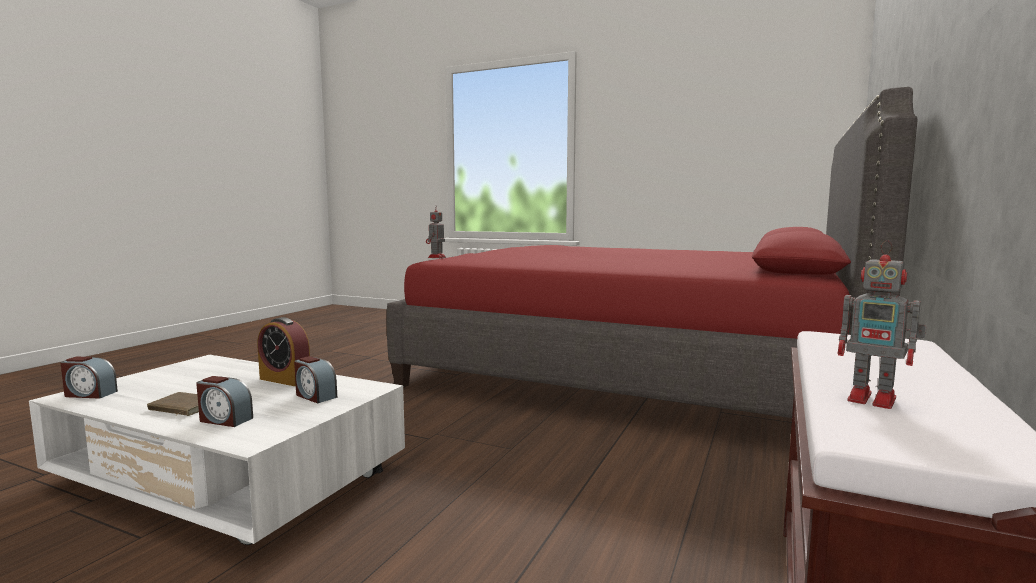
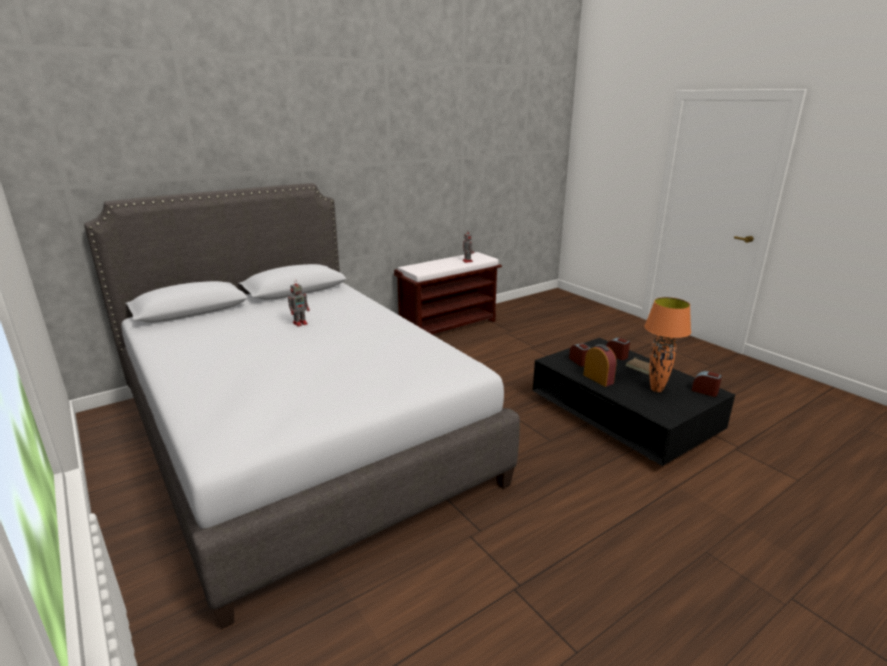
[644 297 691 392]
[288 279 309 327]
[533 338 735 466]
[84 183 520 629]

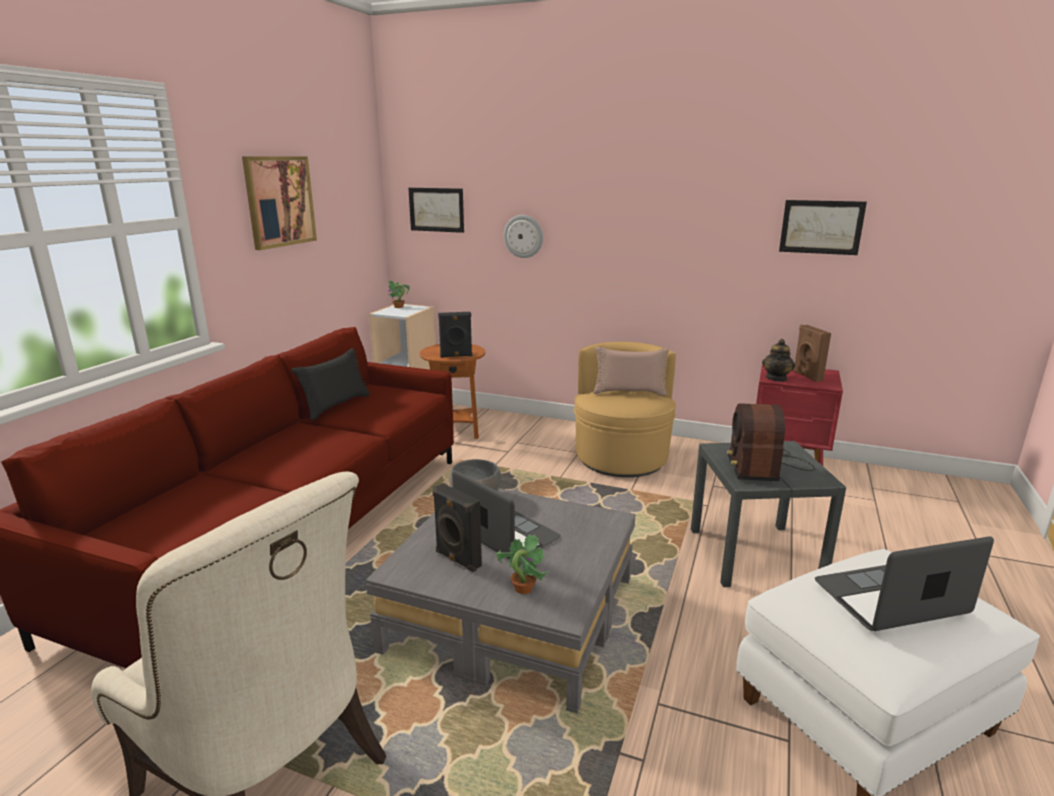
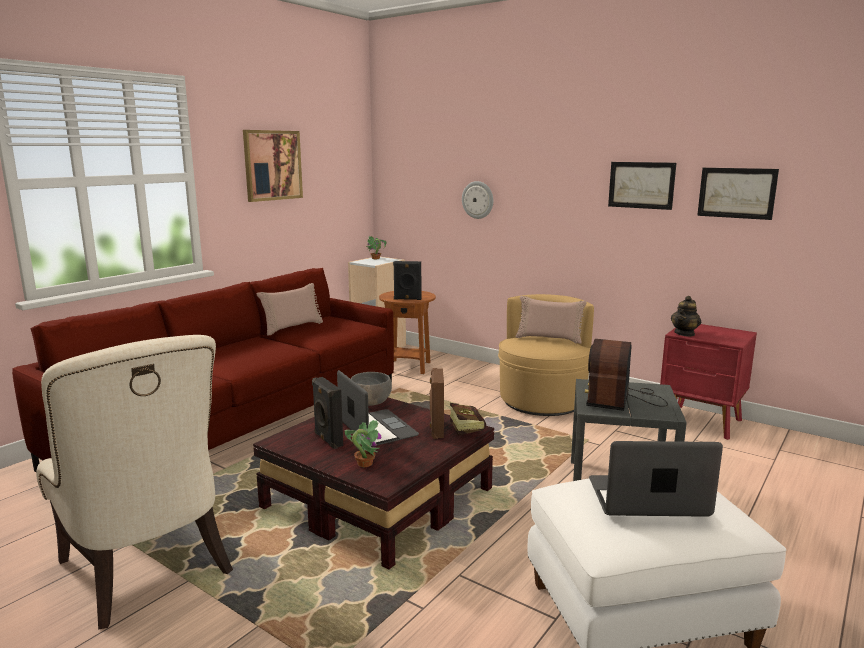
[450 403 486 436]
[608 162 676 210]
[430 368 444 439]
[257 283 323 336]
[253 397 494 569]

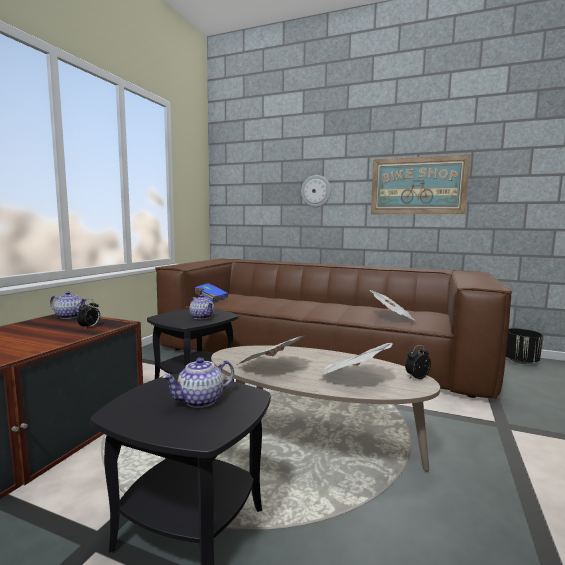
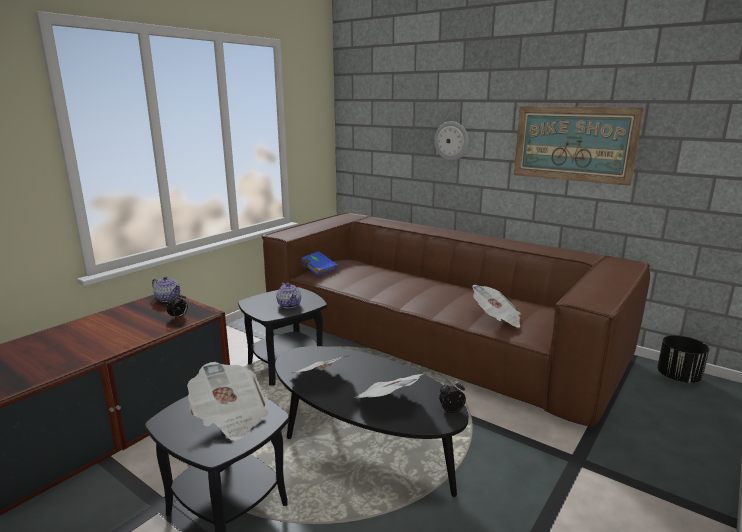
[187 362 268 441]
[275 346 469 497]

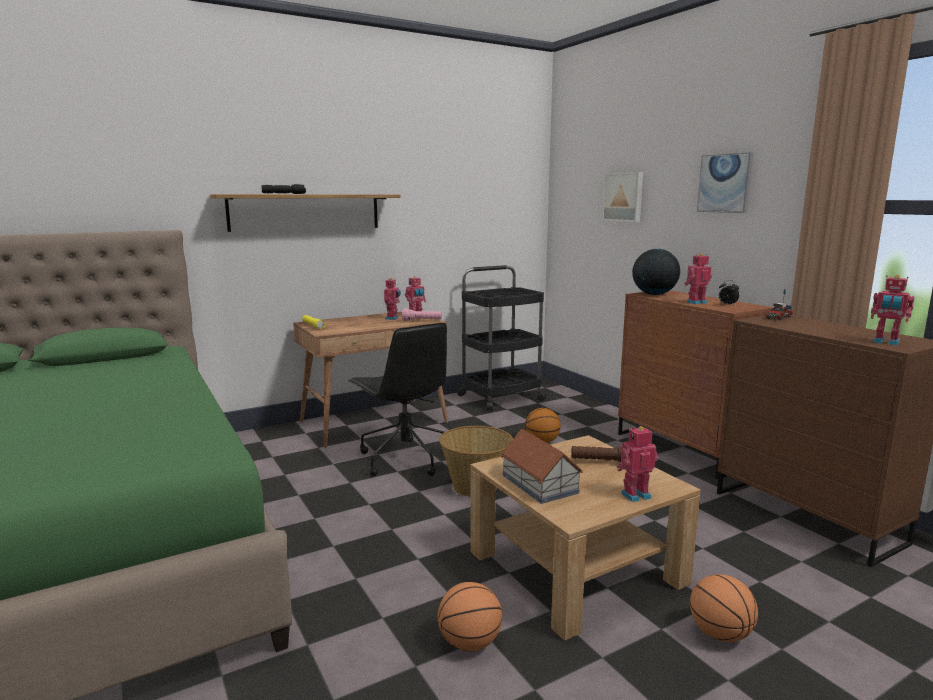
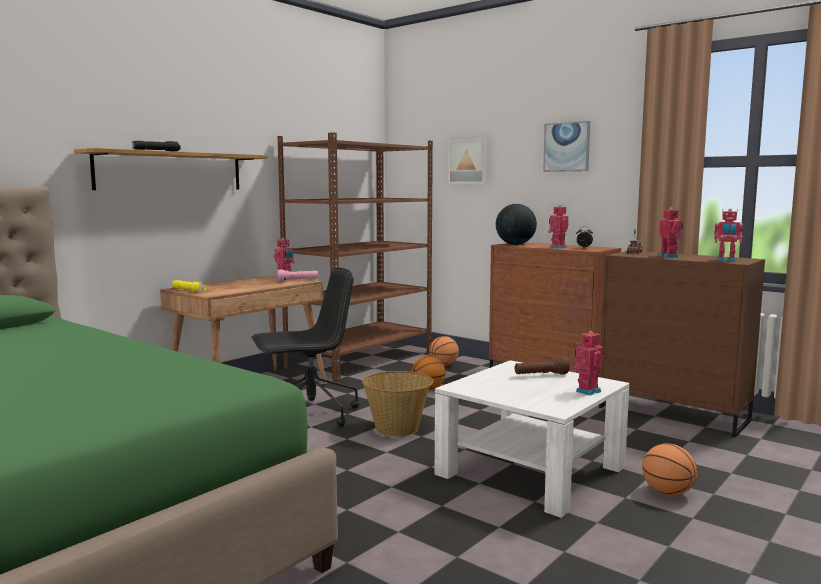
[501 429 583 504] (first image)
[658 207 683 257]
[429 336 459 366]
[278 132 433 382]
[435 360 630 518]
[252 268 359 427]

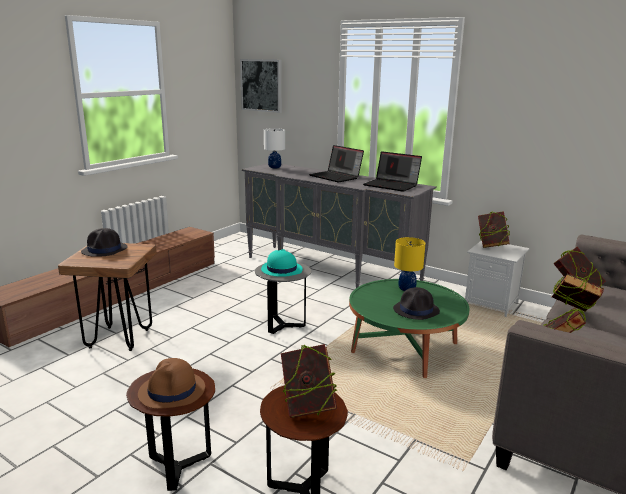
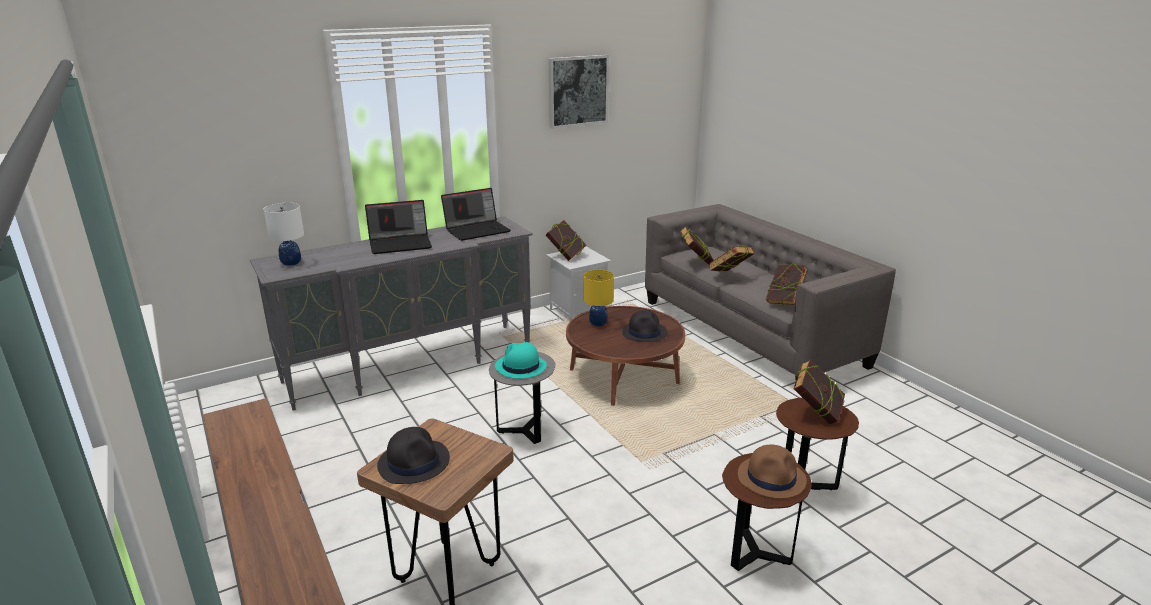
[549 55 609 129]
[566 306 685 406]

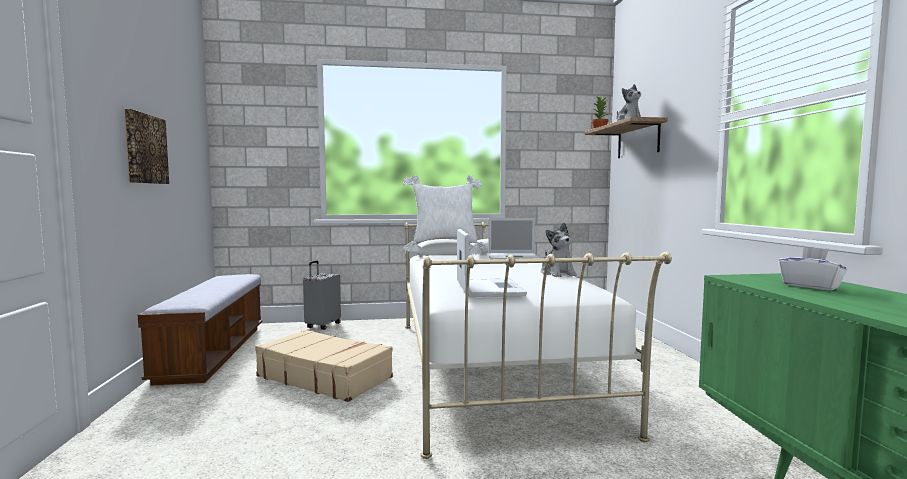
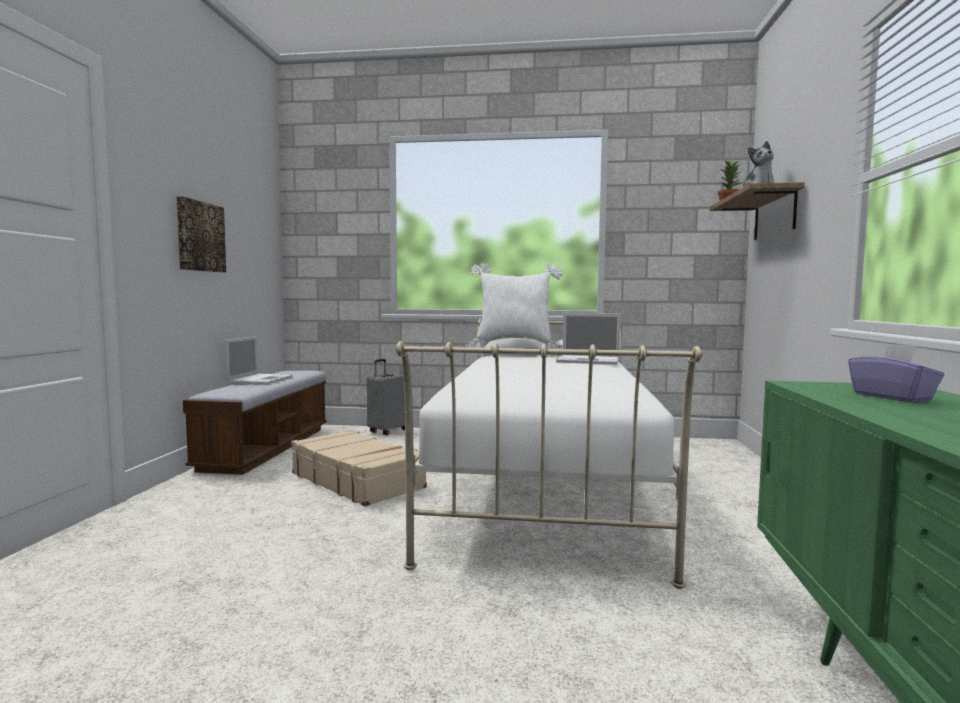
[541 223 577 277] (first image)
[224 336 293 385]
[848 343 944 402]

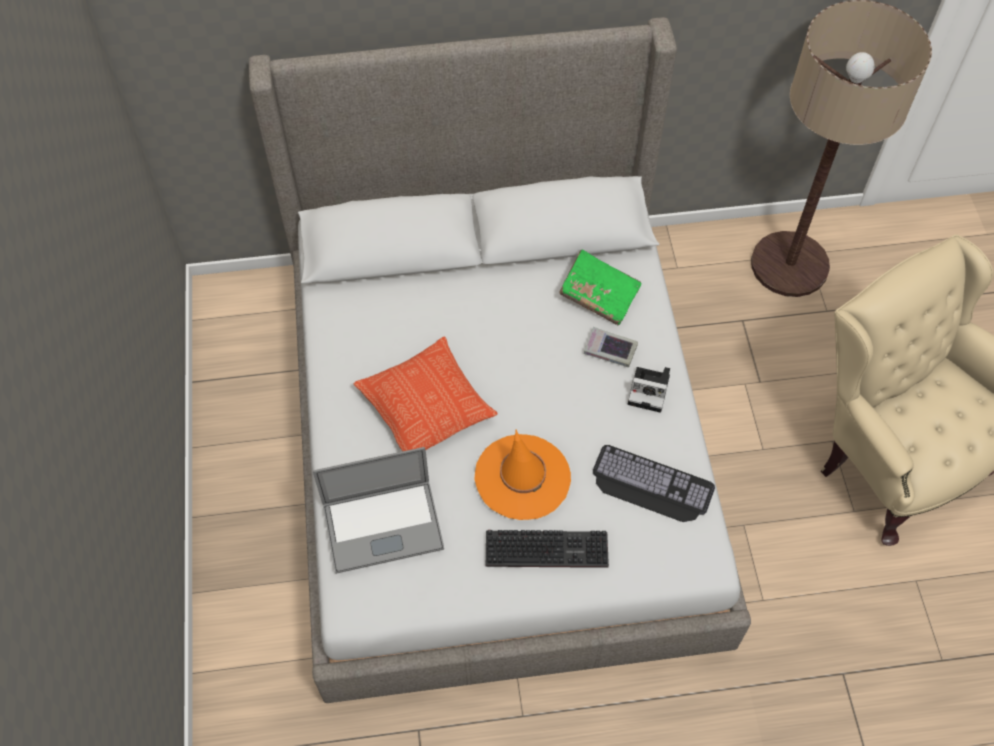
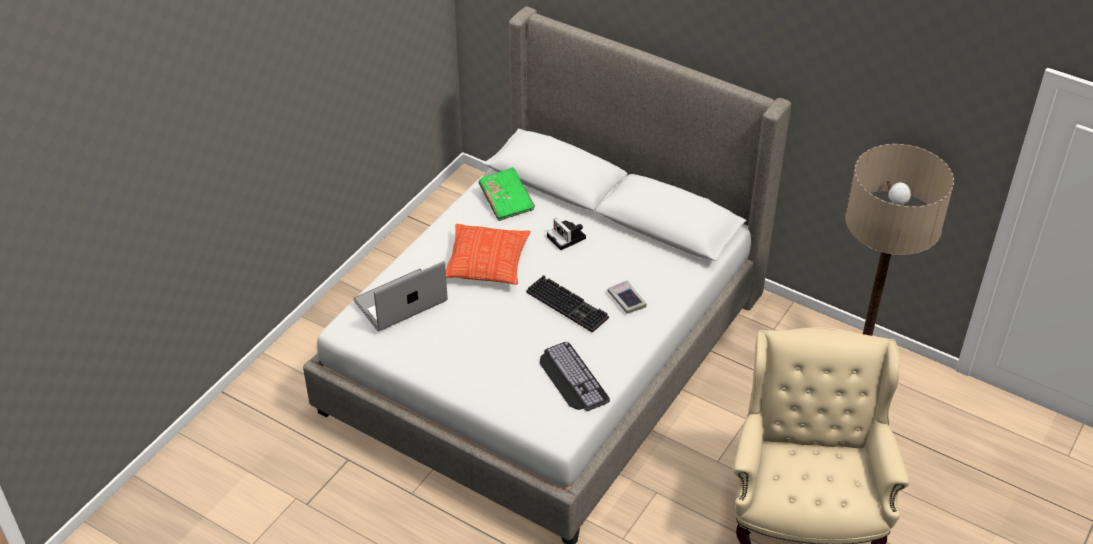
[474 430 571 520] (first image)
[526 275 609 333]
[478 167 535 221]
[547 218 586 250]
[353 261 448 332]

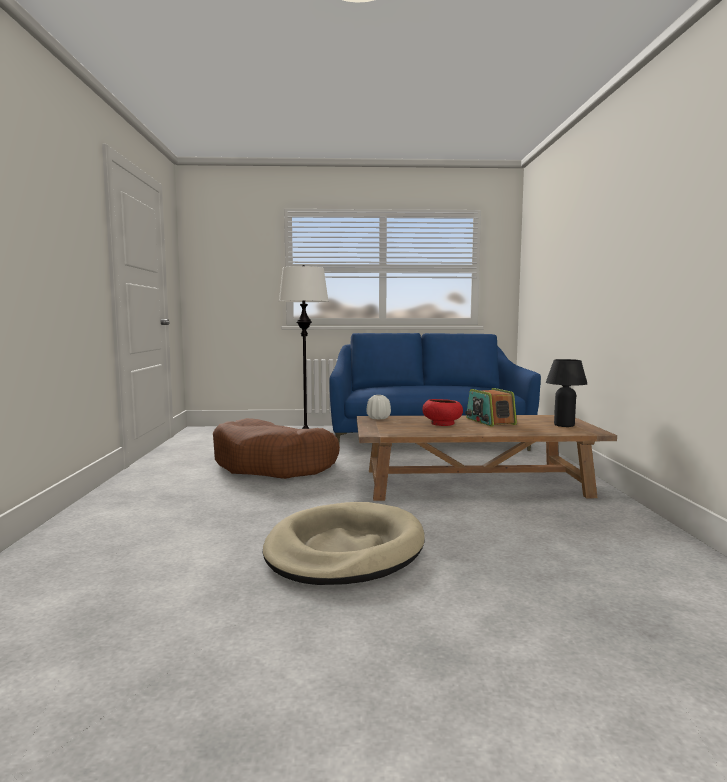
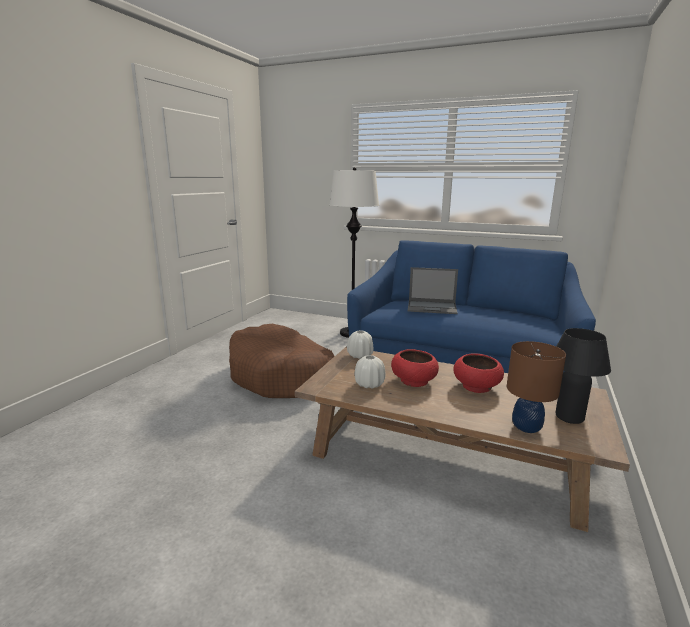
[263 502 425 585] (first image)
[355 355 386 389]
[408 267 458 314]
[507 341 566 433]
[453 354 504 393]

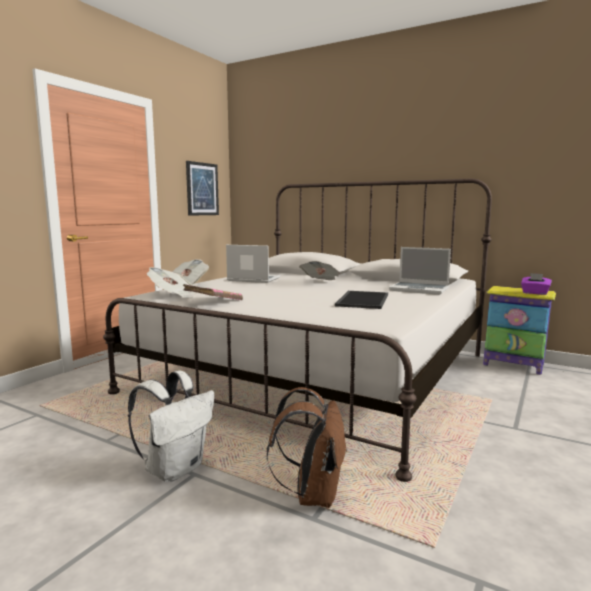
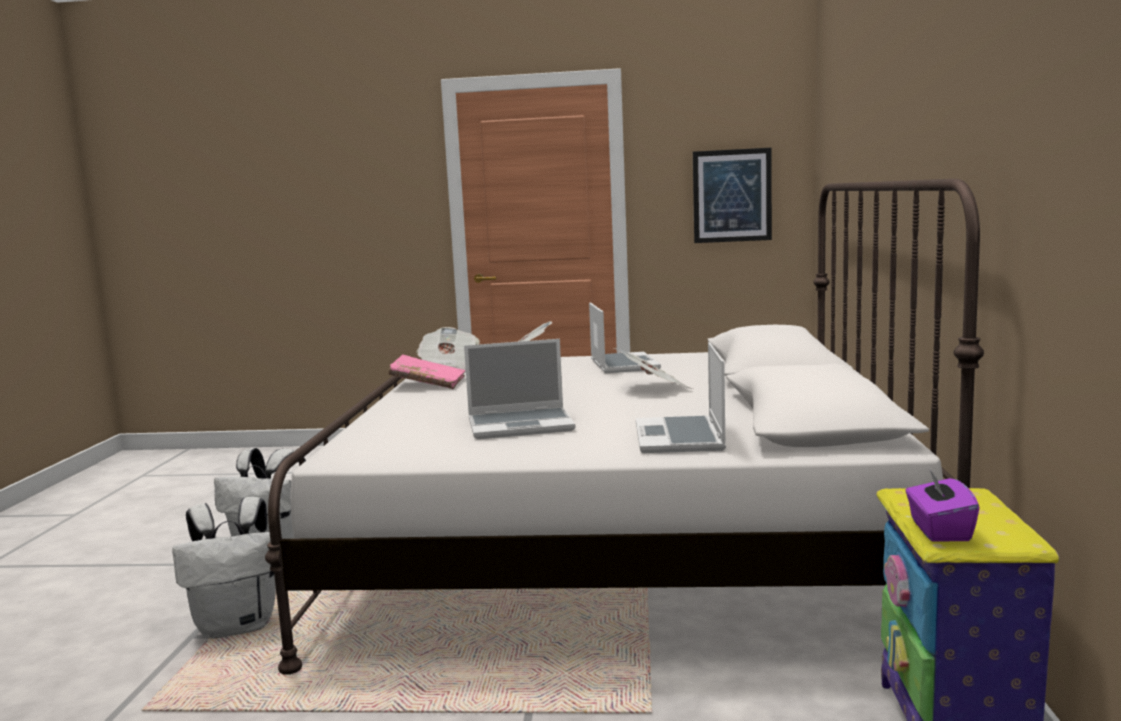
[464 339 575 439]
[172 497 283 639]

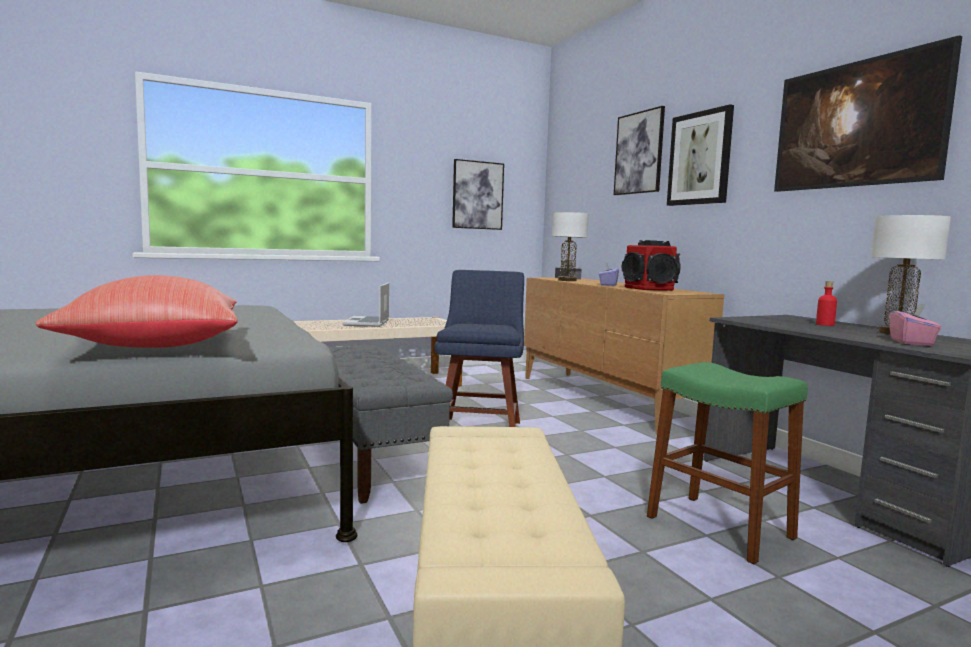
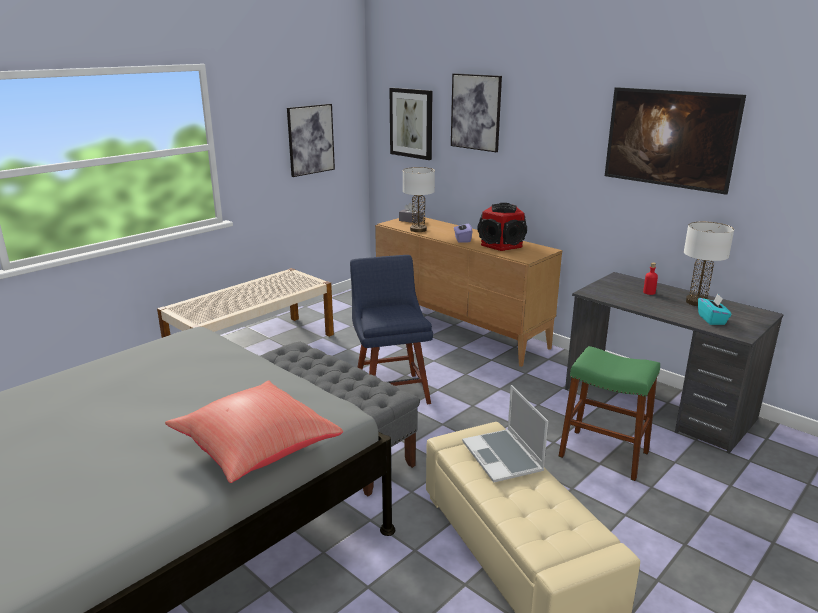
[462 385 548 483]
[390 88 433 160]
[698 294 731 325]

